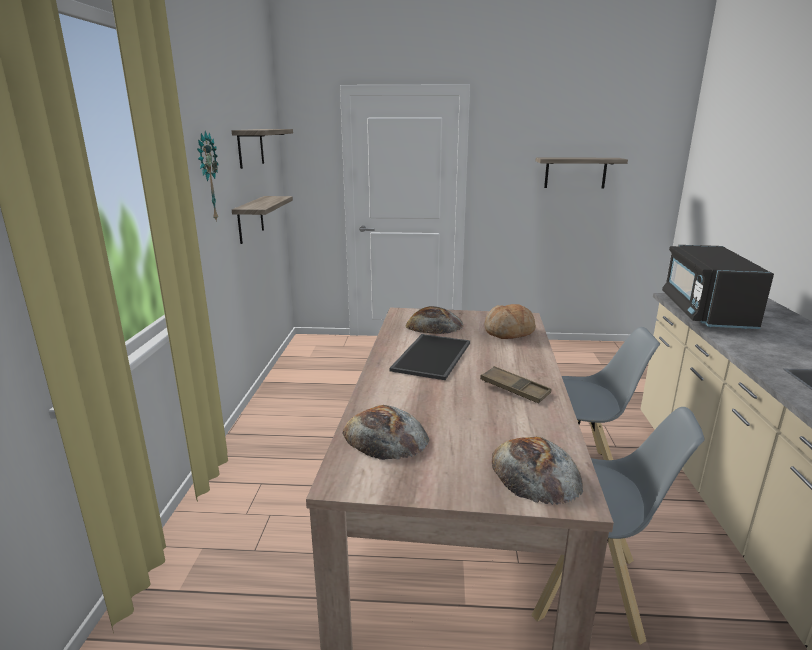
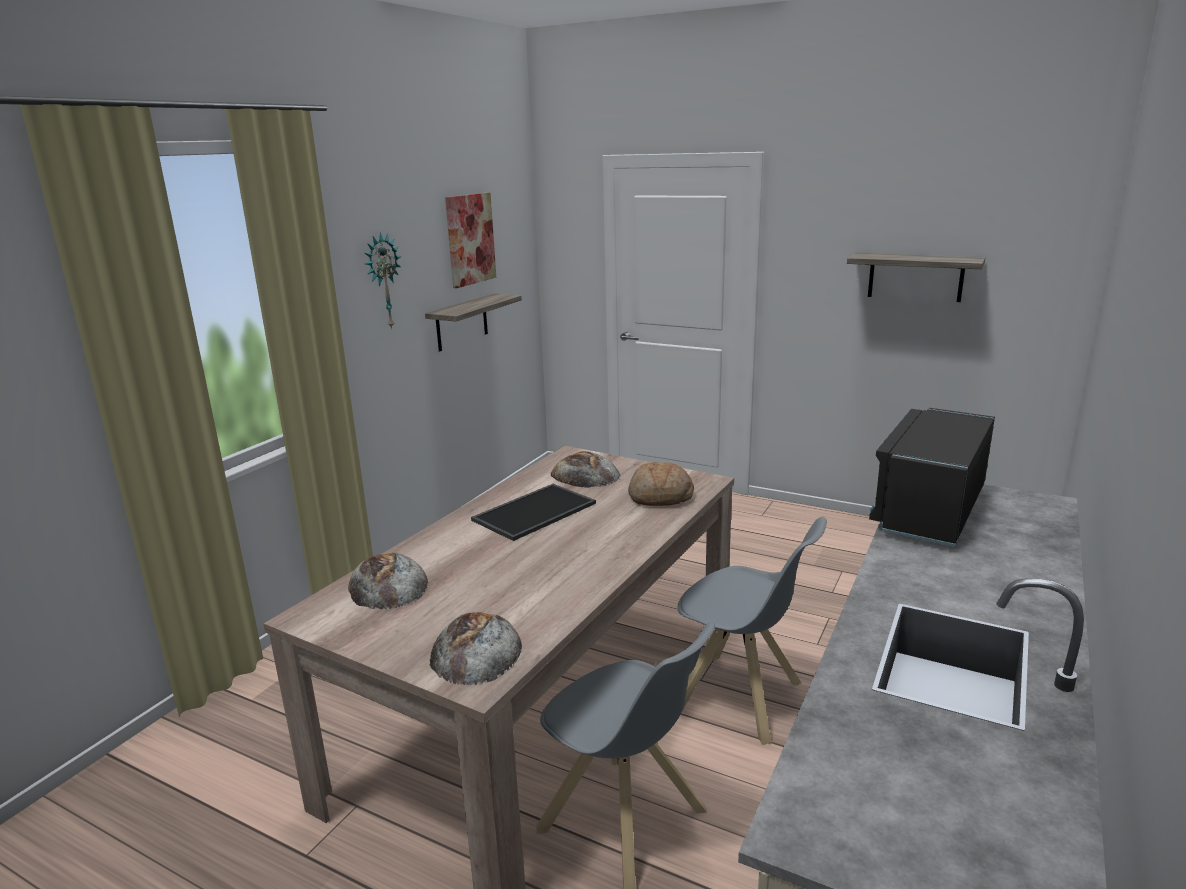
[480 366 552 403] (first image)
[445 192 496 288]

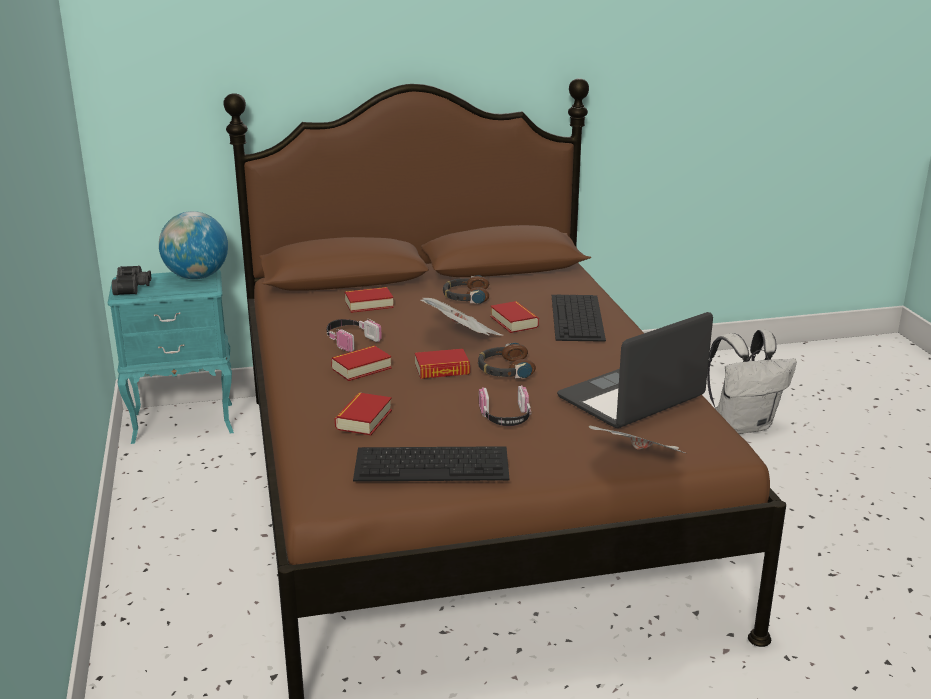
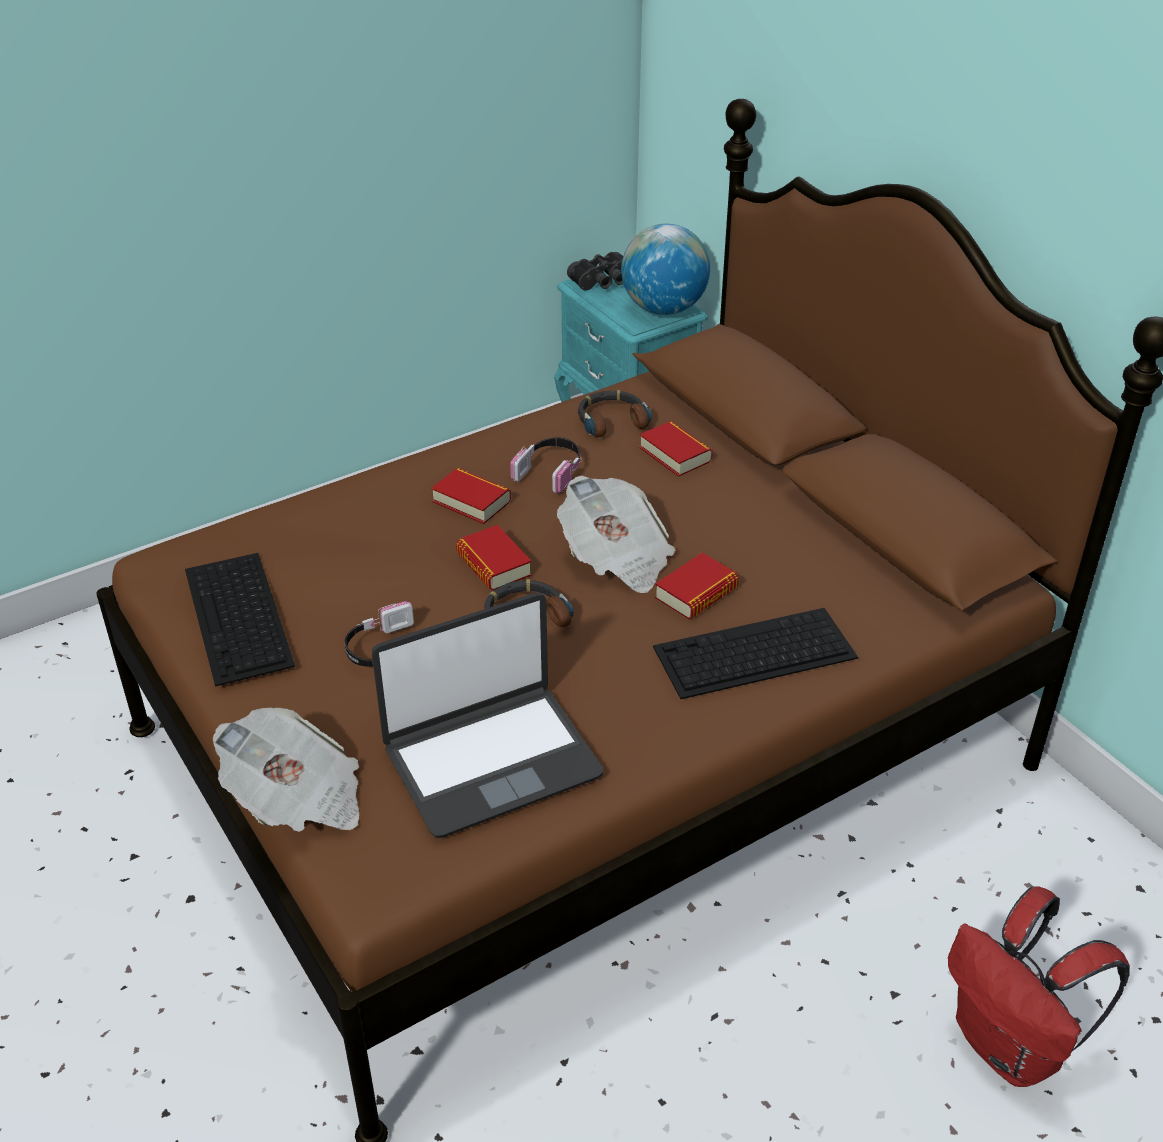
[335 392 392 435] (first image)
[578 390 652 437]
[948 886 1130 1087]
[372 593 603 838]

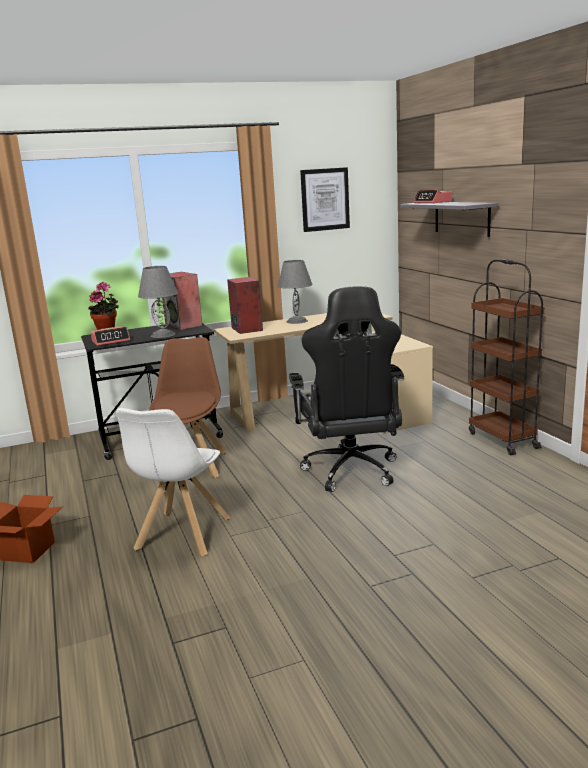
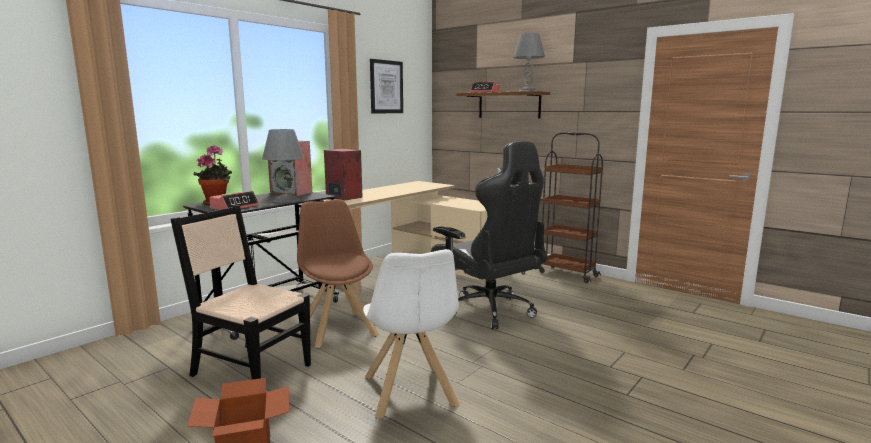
[170 205 311 380]
[513 33 545 92]
[456 91 550 118]

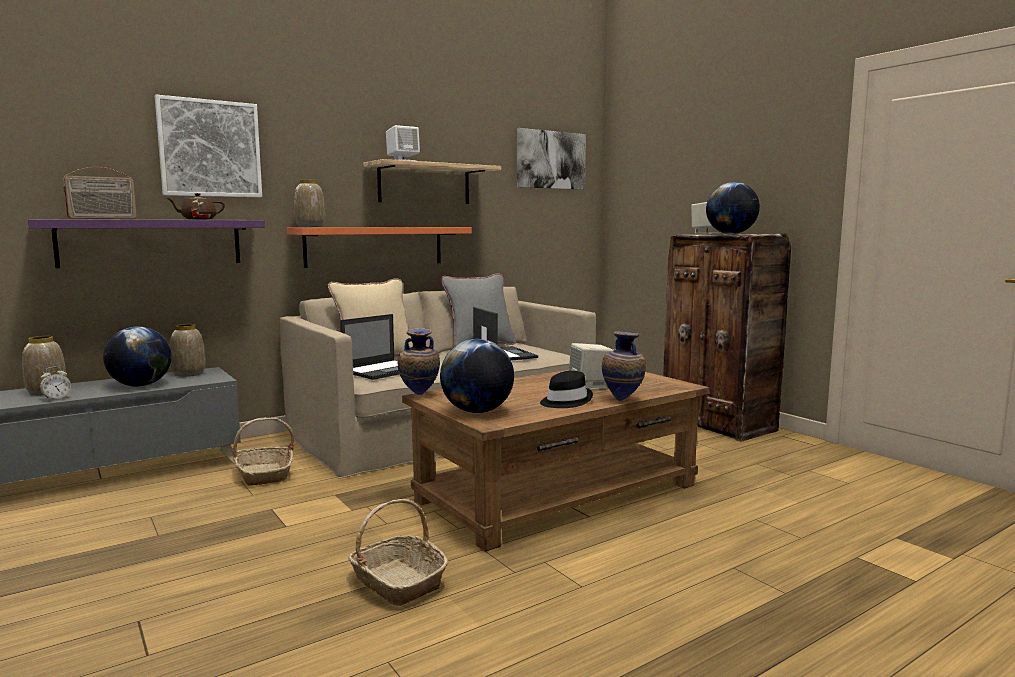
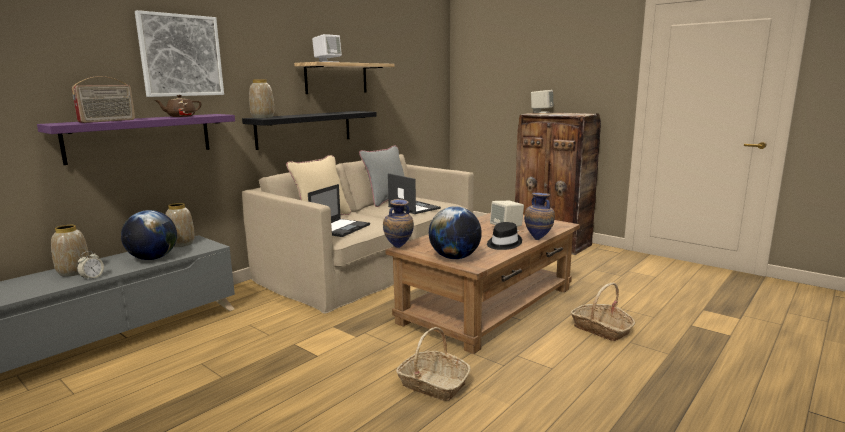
[517 128 586 190] (first image)
[706 182 760 234] (first image)
[571 282 635 341]
[242 111 377 150]

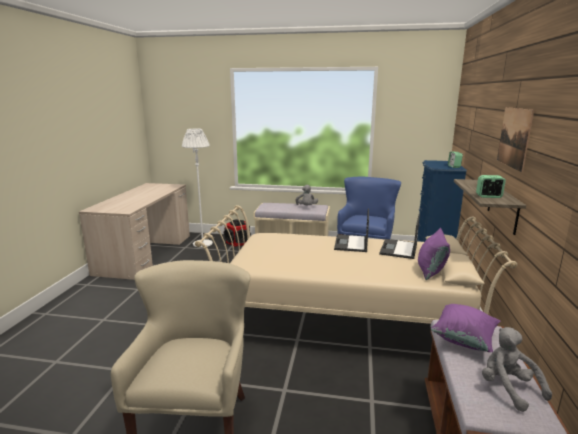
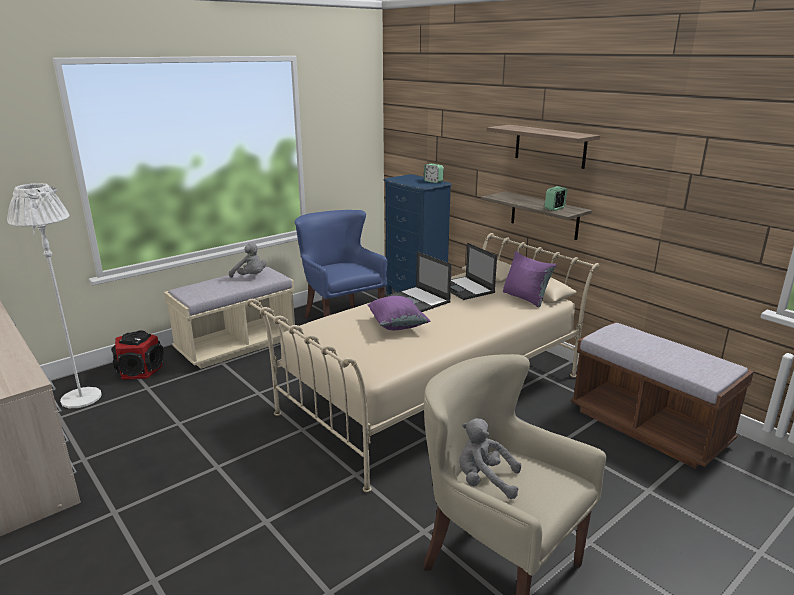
[367 296 430 330]
[459 418 521 499]
[486 125 600 169]

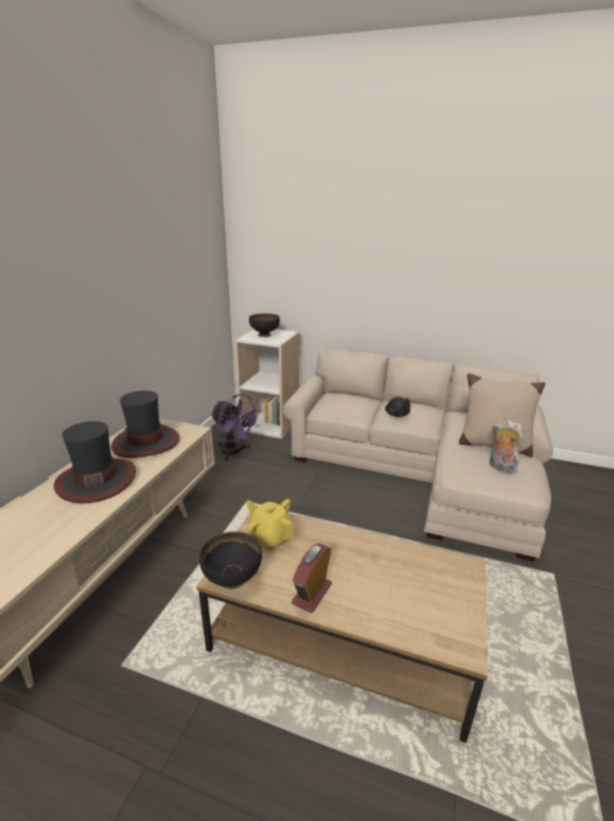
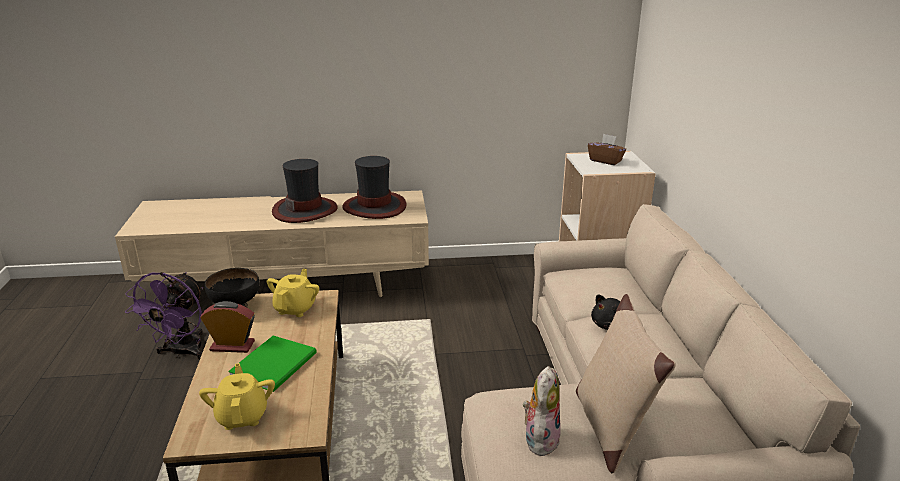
[199 363 275 430]
[228 336 317 392]
[125 272 203 359]
[588 134 626 165]

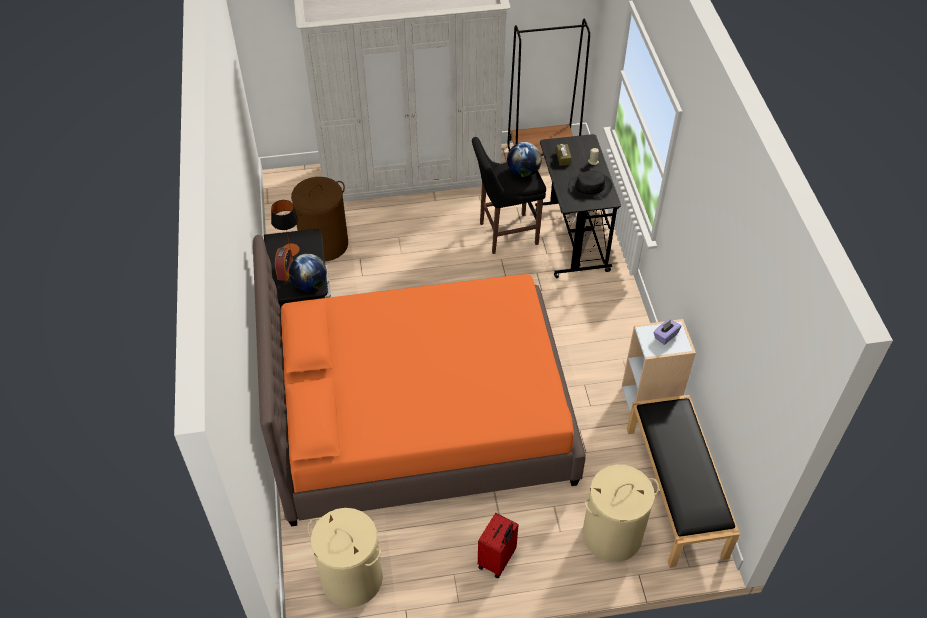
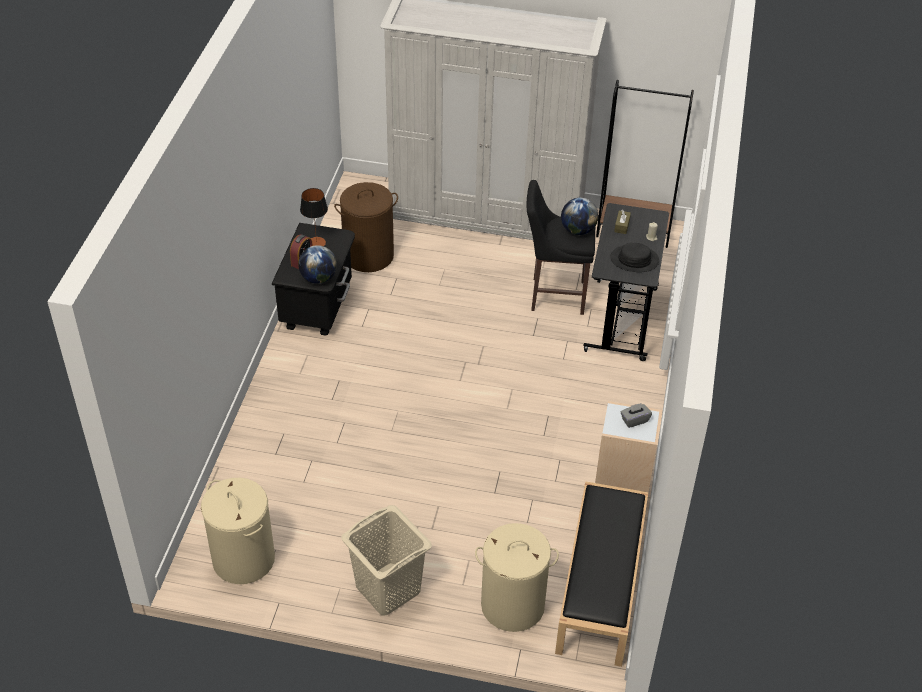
[253 235 586 527] (first image)
[341 505 432 616]
[621 403 652 428]

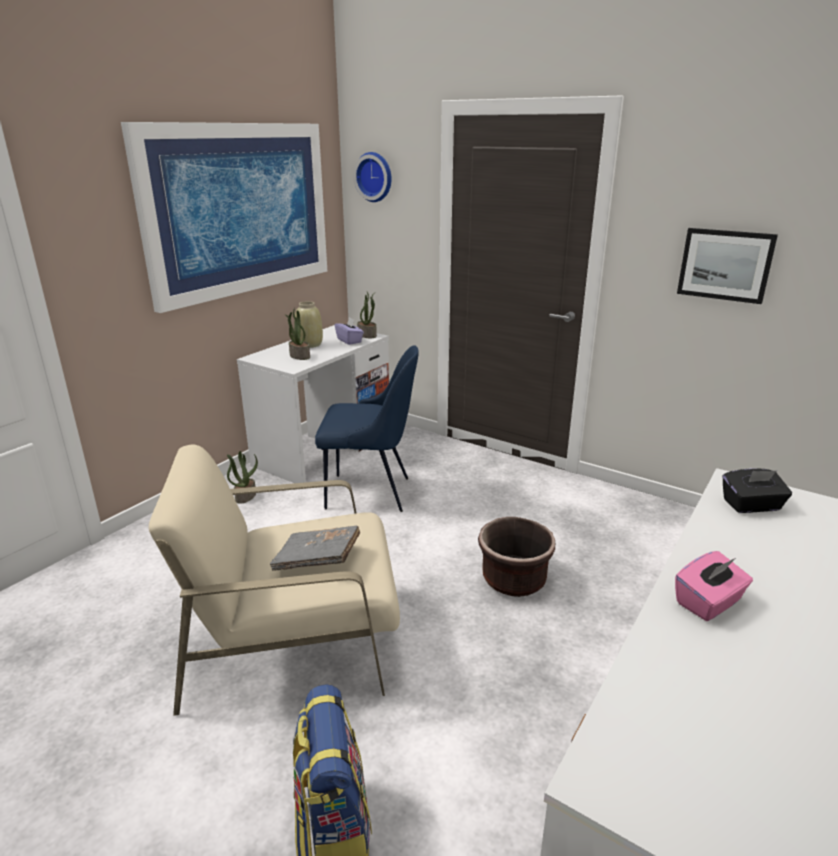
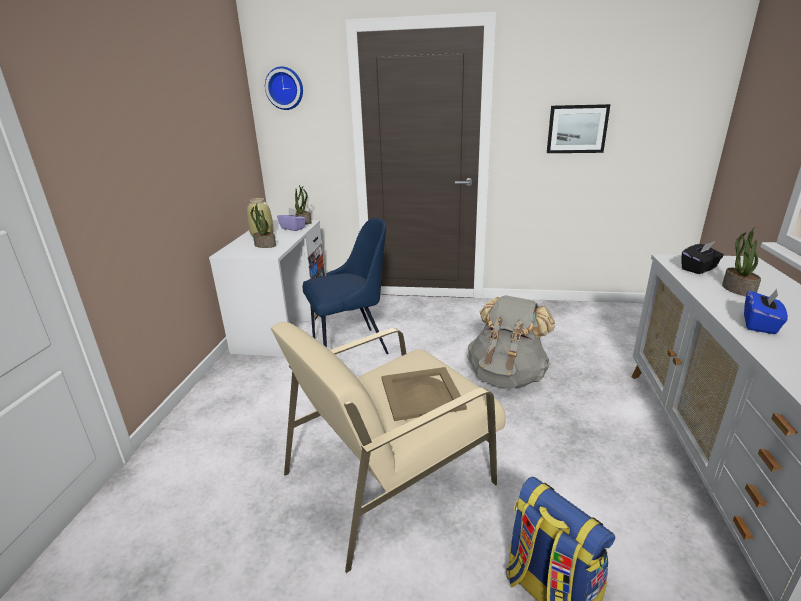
[121 122 327 313] (first image)
[722 227 761 296]
[381 367 467 421]
[467 295 555 389]
[744 289 788 334]

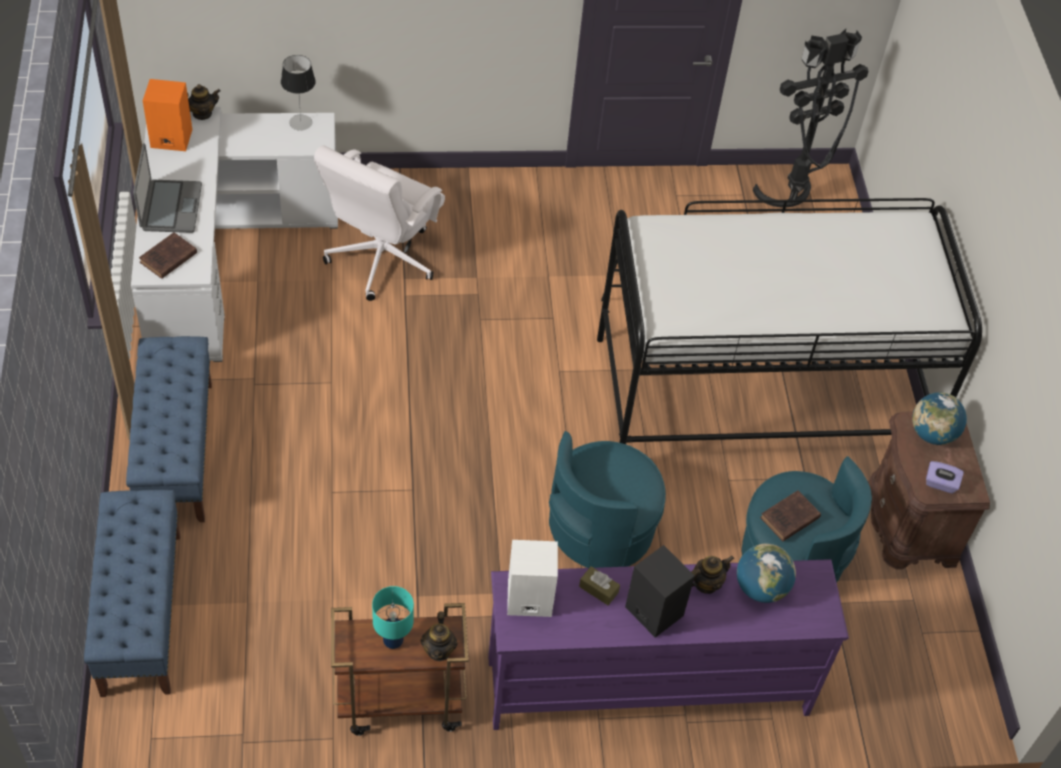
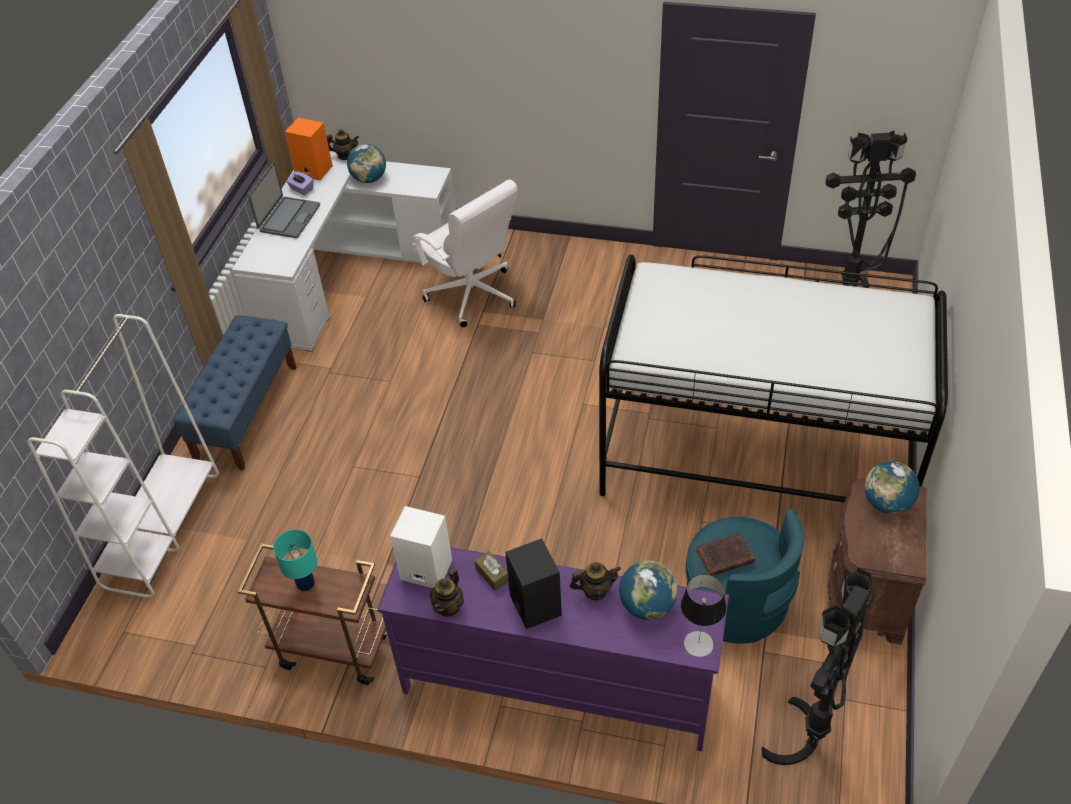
[139 232 197 279] (first image)
[549 431 666 568] (first image)
[347 144 386 183]
[762 567 875 765]
[681 574 726 657]
[430 568 464 617]
[286 171 313 195]
[27 314 219 598]
[411 180 518 327]

